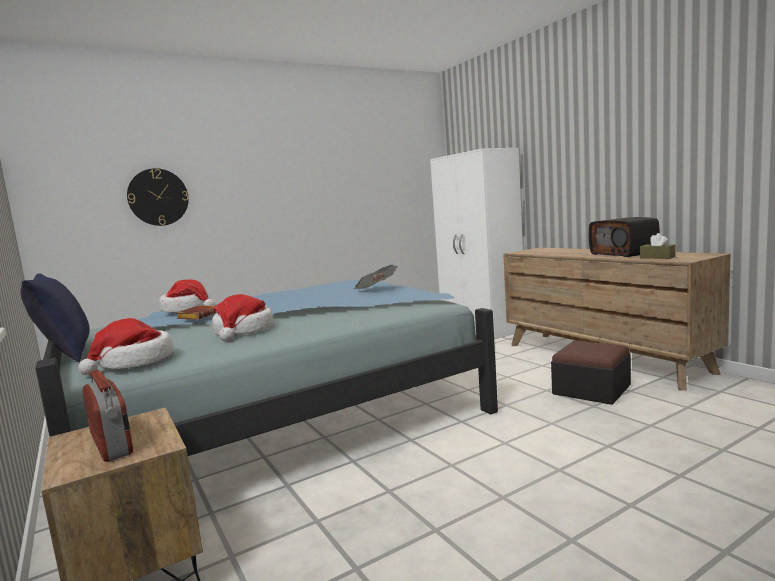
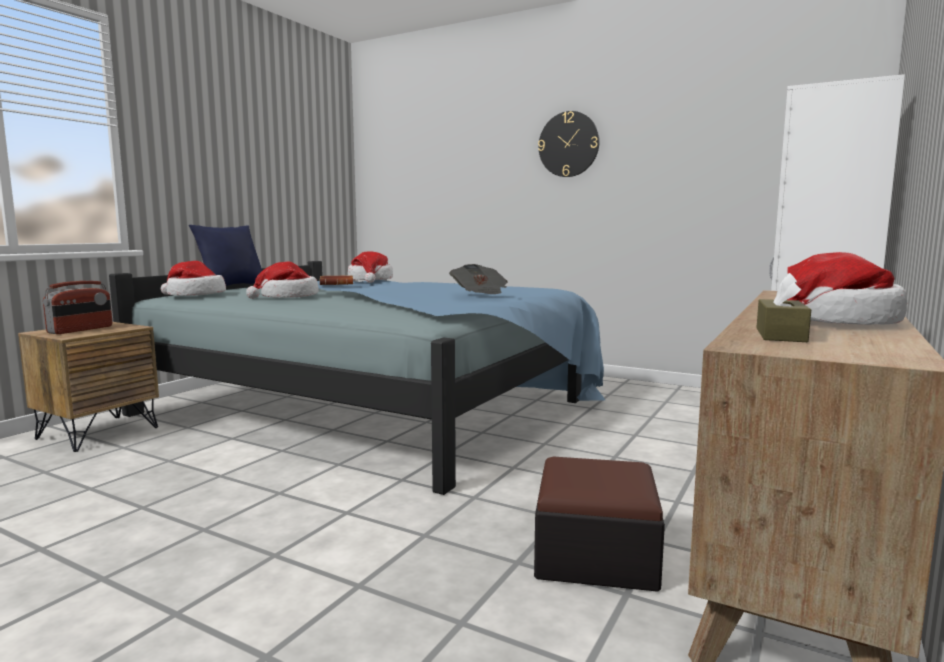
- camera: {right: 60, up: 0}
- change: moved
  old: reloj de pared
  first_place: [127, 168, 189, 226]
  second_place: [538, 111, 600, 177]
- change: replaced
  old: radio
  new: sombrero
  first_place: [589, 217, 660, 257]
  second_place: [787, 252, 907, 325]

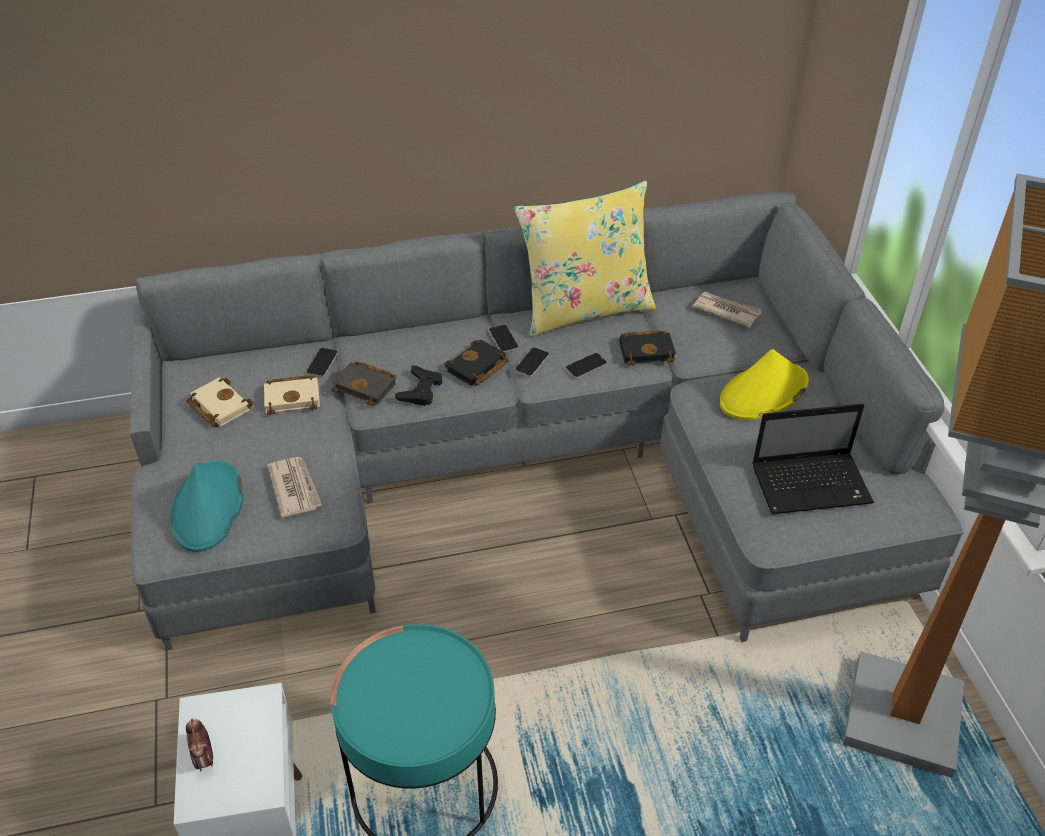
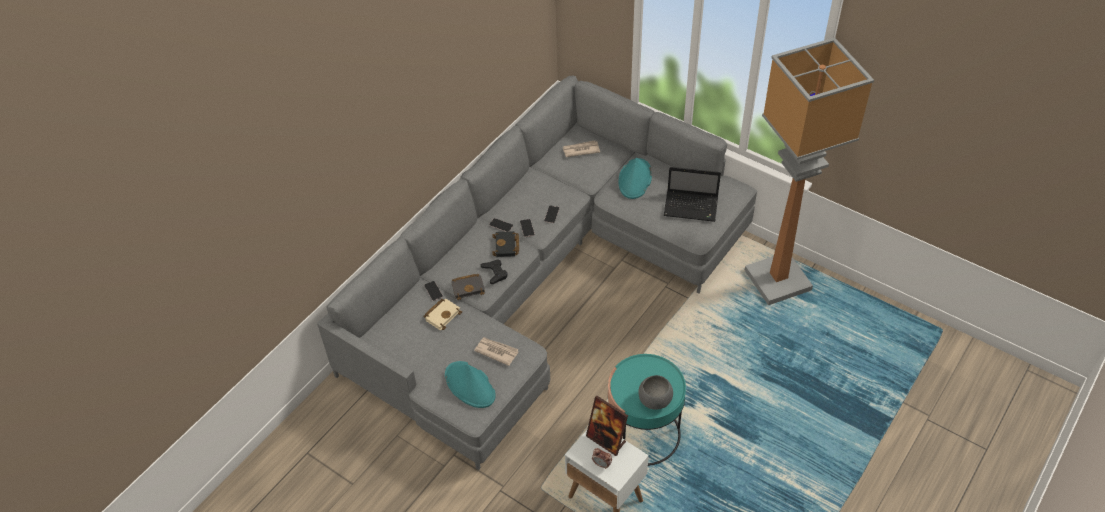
- camera: {right: -40, up: 5}
- change: removed
  old: libro/beis
  first_place: [186, 377, 253, 427]
- change: removed
  old: cojín/amarillo
  first_place: [514, 181, 656, 337]
- change: removed
  old: libro/negro
  first_place: [619, 331, 676, 365]
- change: recoloured
  old: sombrero/amarillo
  new: sombrero/turquesa
  first_place: [720, 349, 809, 420]
  second_place: [619, 158, 652, 199]
- change: turned
  old: portátil
  first_place: [752, 403, 874, 514]
  second_place: [664, 167, 721, 222]
  degrees: 60
- change: added
  new: portarretratos
  second_place: [586, 396, 628, 456]
- change: added
  new: cuenco/gris
  second_place: [638, 375, 673, 410]

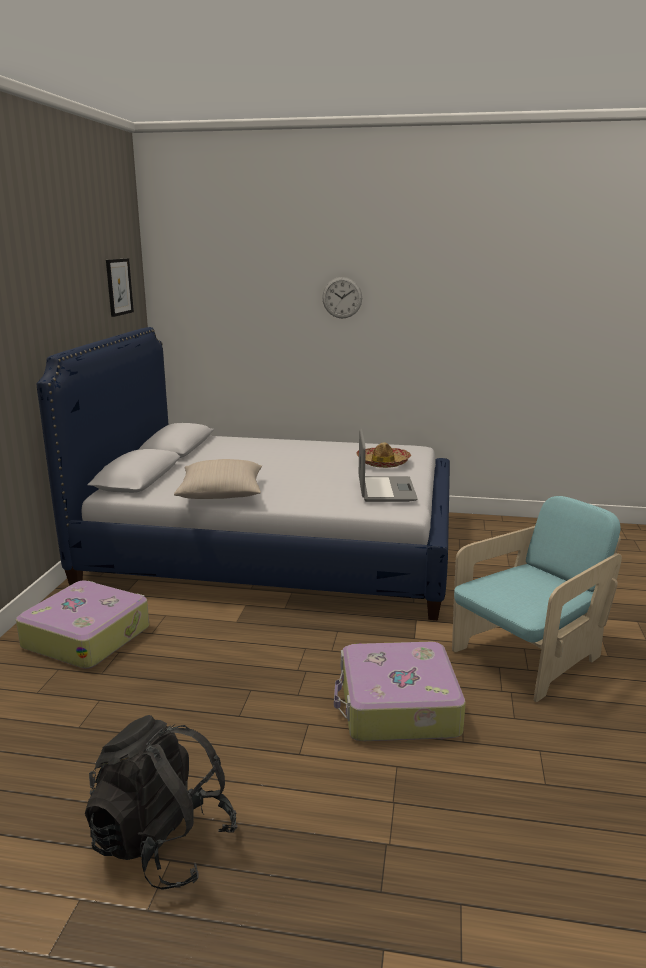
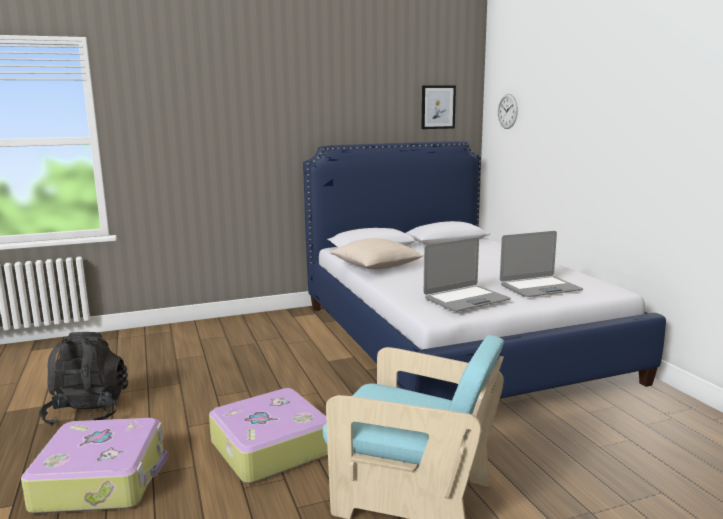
- camera: {right: 60, up: -5}
- change: moved
  old: maleta
  first_place: [16, 580, 149, 669]
  second_place: [21, 418, 167, 513]
- change: moved
  old: reloj de pared
  first_place: [322, 277, 362, 319]
  second_place: [498, 94, 518, 129]
- change: replaced
  old: sombrero
  new: portátil
  first_place: [357, 442, 411, 468]
  second_place: [500, 231, 583, 297]

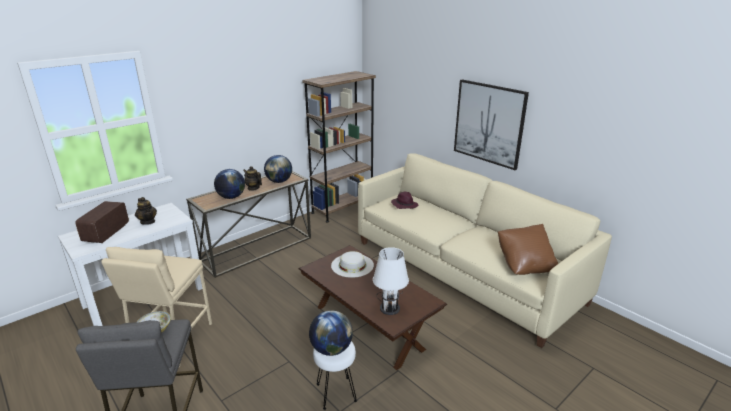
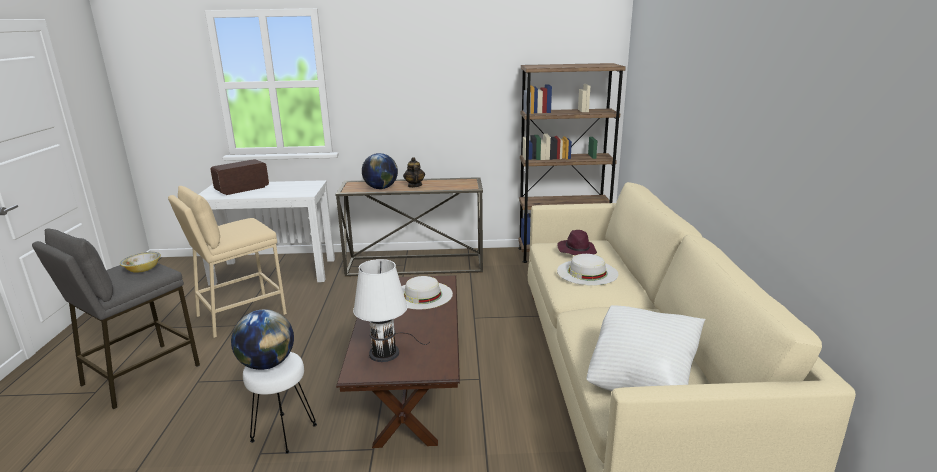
- camera: {right: 40, up: -5}
- change: removed
  old: tetera
  first_place: [135, 197, 157, 225]
- change: removed
  old: globo terráqueo
  first_place: [264, 155, 292, 183]
- change: removed
  old: cuadro
  first_place: [454, 79, 529, 170]
- change: recoloured
  old: cojín/marrón
  new: cojín/blanco
  first_place: [498, 224, 559, 275]
  second_place: [587, 305, 705, 391]
- change: added
  new: sombrero/blanco
  second_place: [557, 254, 618, 286]

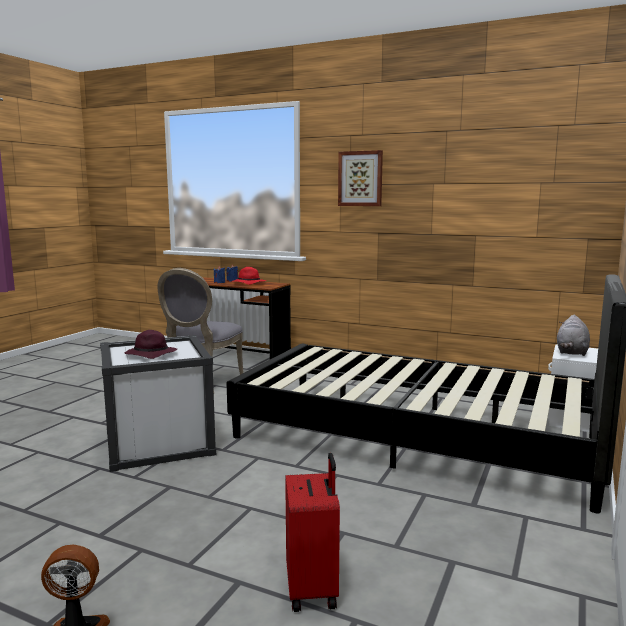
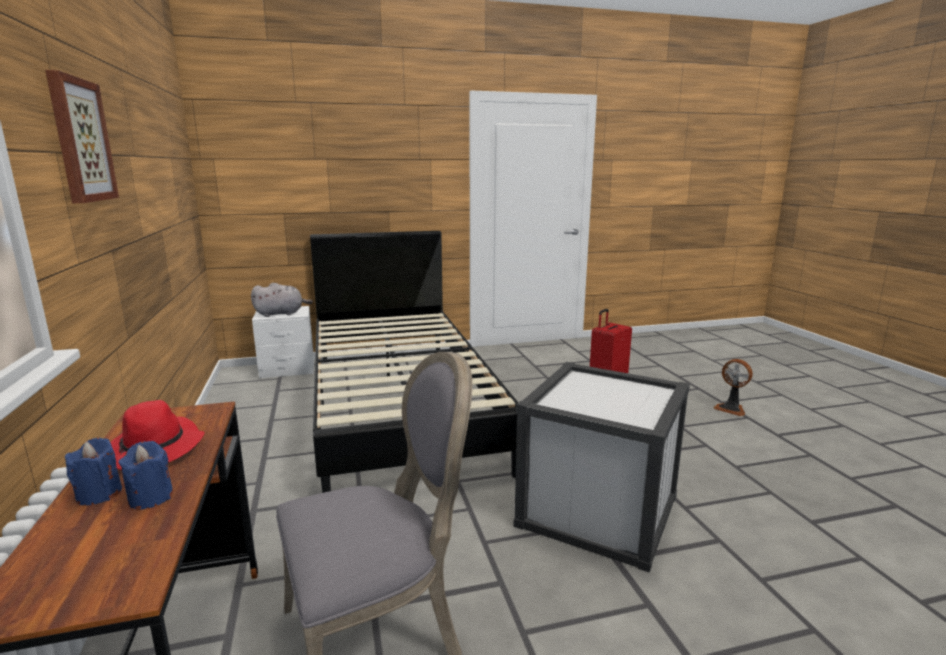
- camera: {right: -130, up: 5}
- change: removed
  old: sombrero/morado
  first_place: [124, 330, 177, 359]

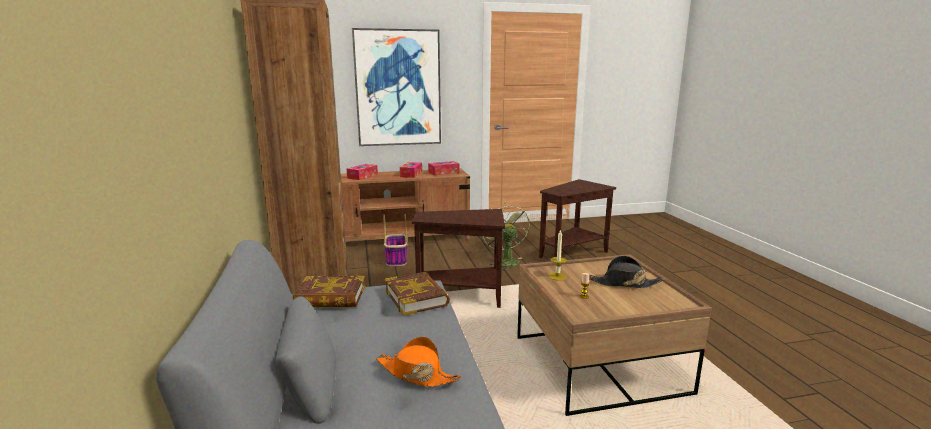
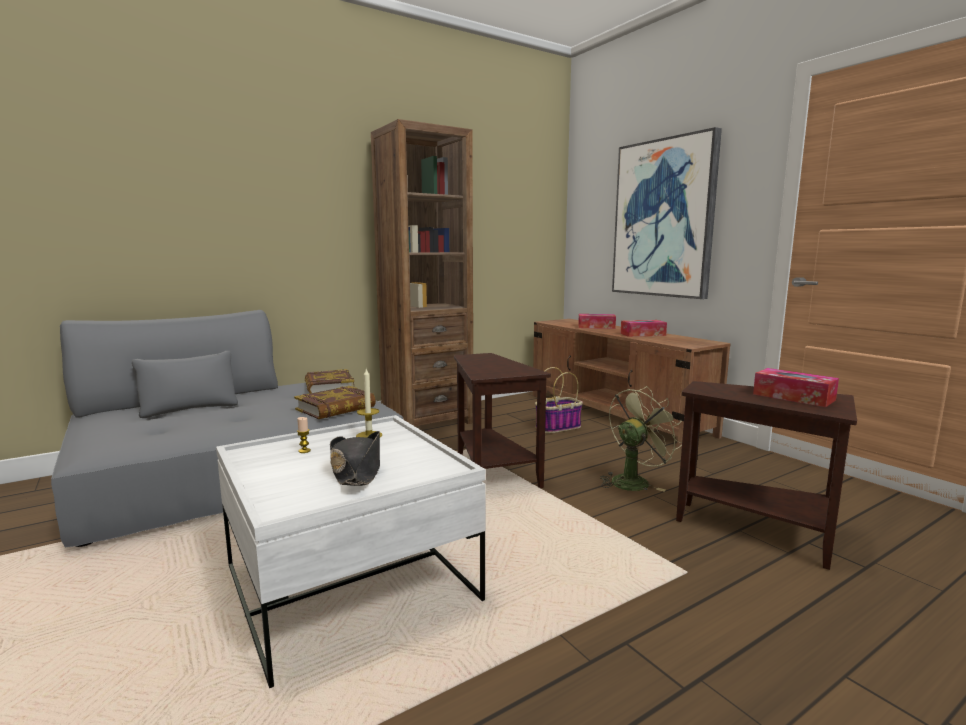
- camera: {right: 70, up: -5}
- change: removed
  old: sombrero/naranja
  first_place: [376, 336, 462, 387]
- change: moved
  old: caja de pañuelos
  first_place: [428, 161, 459, 175]
  second_place: [753, 368, 839, 407]
- change: recoloured
  old: mesa de centro/marrón
  new: mesa de centro/blanco
  first_place: [517, 254, 712, 416]
  second_place: [216, 415, 486, 688]

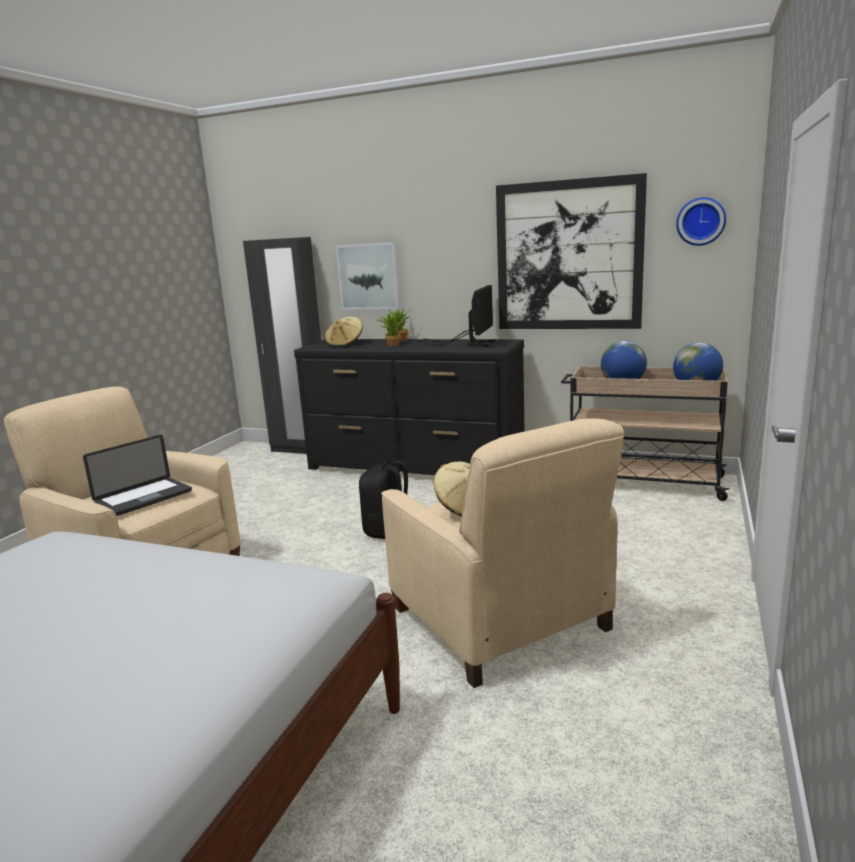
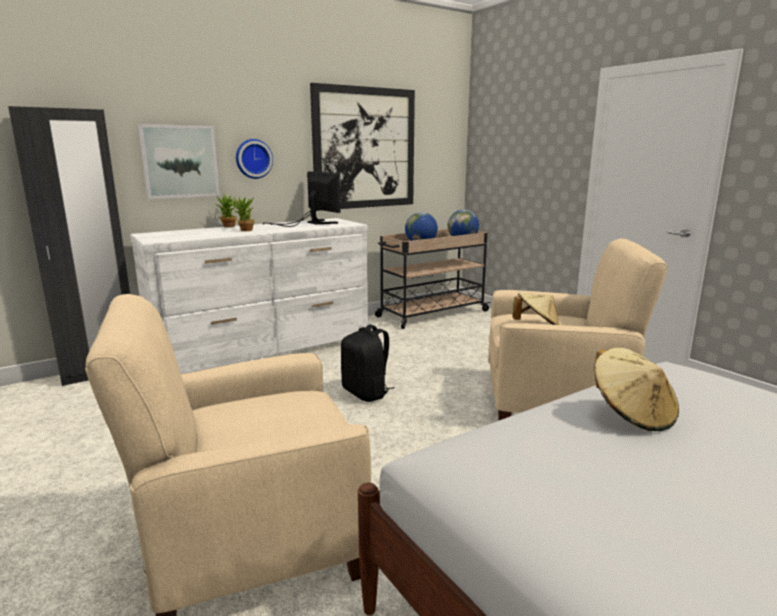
- camera: {right: -55, up: 0}
- change: removed
  old: portátil
  first_place: [83, 435, 192, 516]
- change: recoloured
  old: cómoda/negro
  new: cómoda/blanco
  first_place: [294, 339, 525, 475]
  second_place: [130, 218, 368, 374]
- change: moved
  old: sombrero/beis
  first_place: [325, 317, 363, 347]
  second_place: [594, 348, 679, 431]
- change: moved
  old: reloj de pared
  first_place: [676, 197, 726, 246]
  second_place: [236, 139, 273, 179]

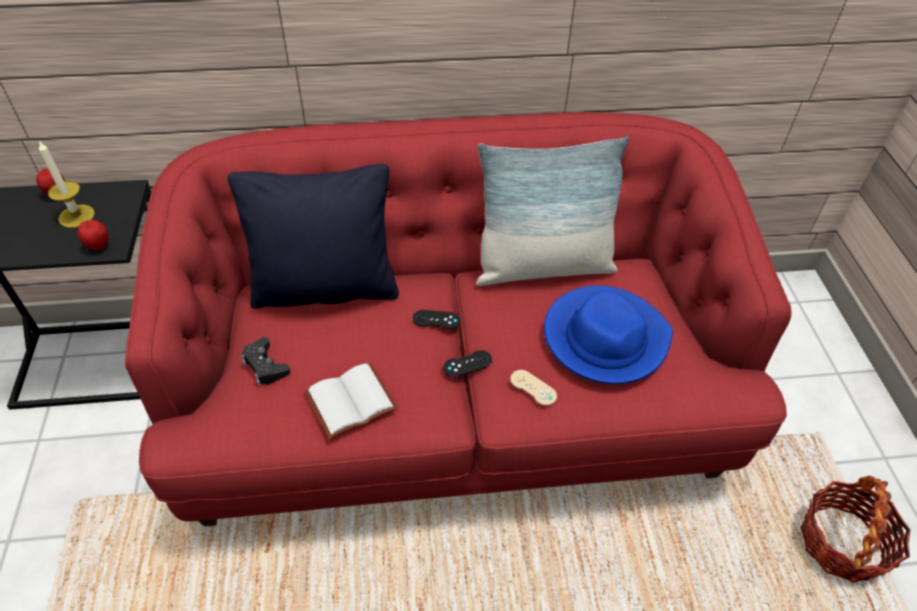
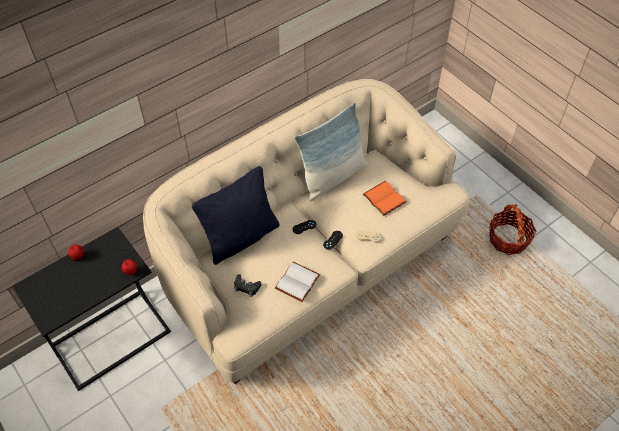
- camera: {right: -30, up: 5}
- change: removed
  old: vela
  first_place: [39, 141, 95, 228]
- change: recoloured
  old: sofá/rojo
  new: sofá/beis
  first_place: [125, 112, 792, 526]
  second_place: [143, 79, 470, 384]
- change: replaced
  old: sombrero/azul
  new: libro/naranja
  first_place: [544, 286, 673, 384]
  second_place: [363, 181, 406, 216]

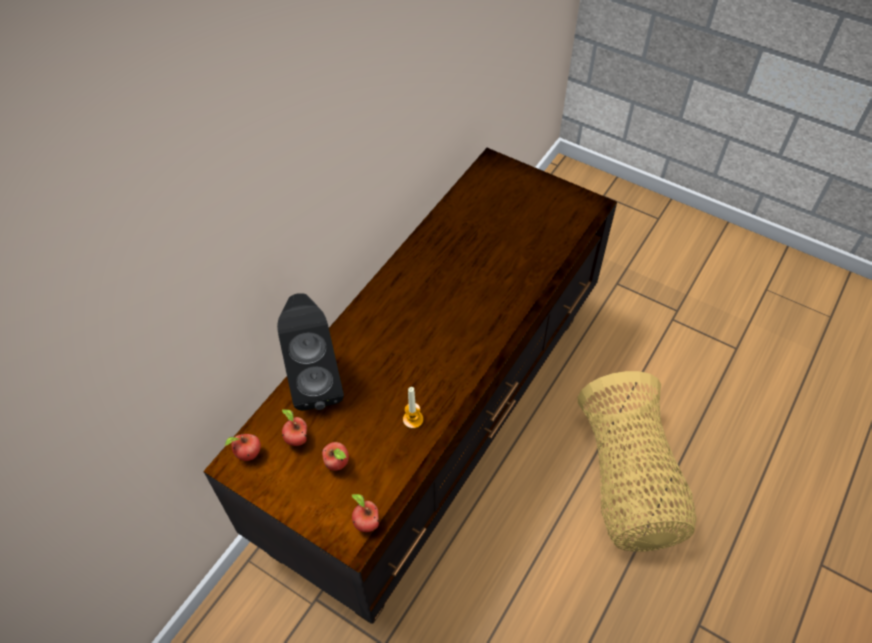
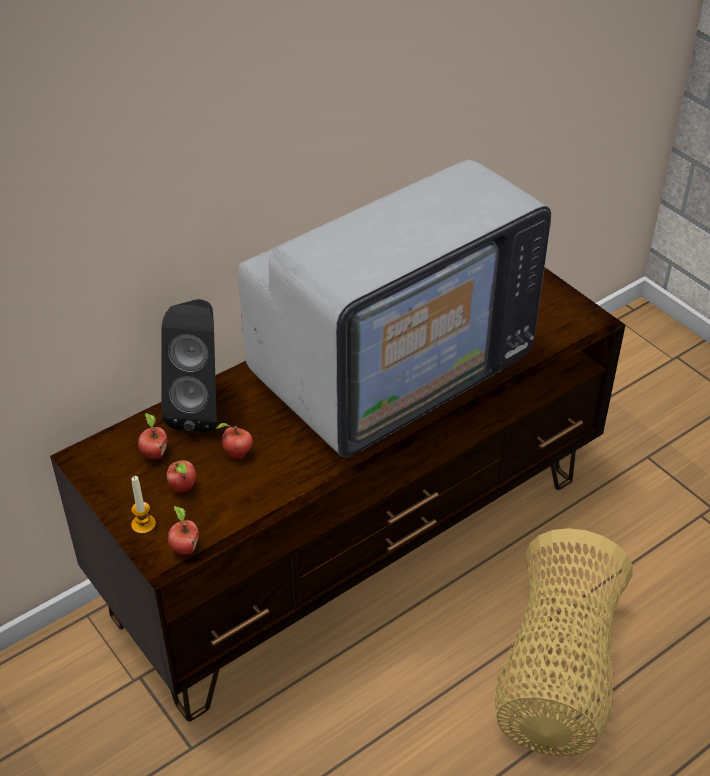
- camera: {right: 20, up: -10}
- change: moved
  old: manzana
  first_place: [225, 434, 261, 461]
  second_place: [215, 423, 253, 459]
- change: moved
  old: vela
  first_place: [403, 387, 423, 429]
  second_place: [131, 476, 156, 534]
- change: added
  new: televisor
  second_place: [238, 160, 551, 457]

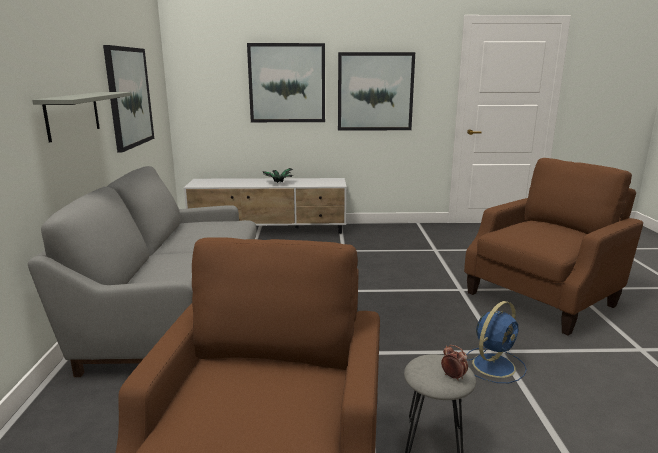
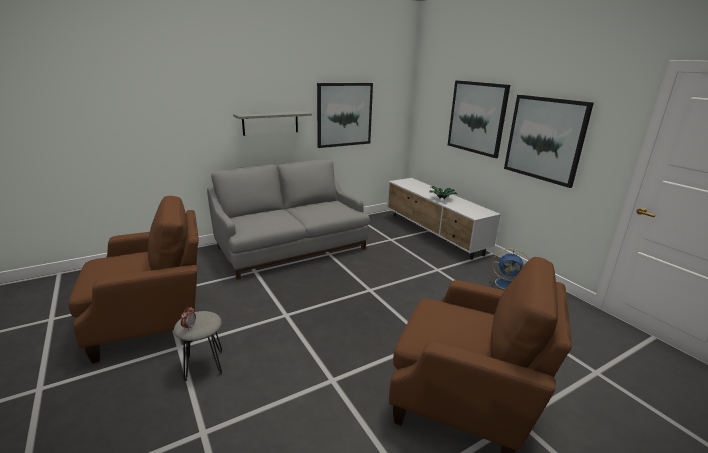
- camera: {right: 60, up: 5}
- change: moved
  old: ventilador/azul
  first_place: [467, 301, 527, 383]
  second_place: [488, 248, 529, 289]

